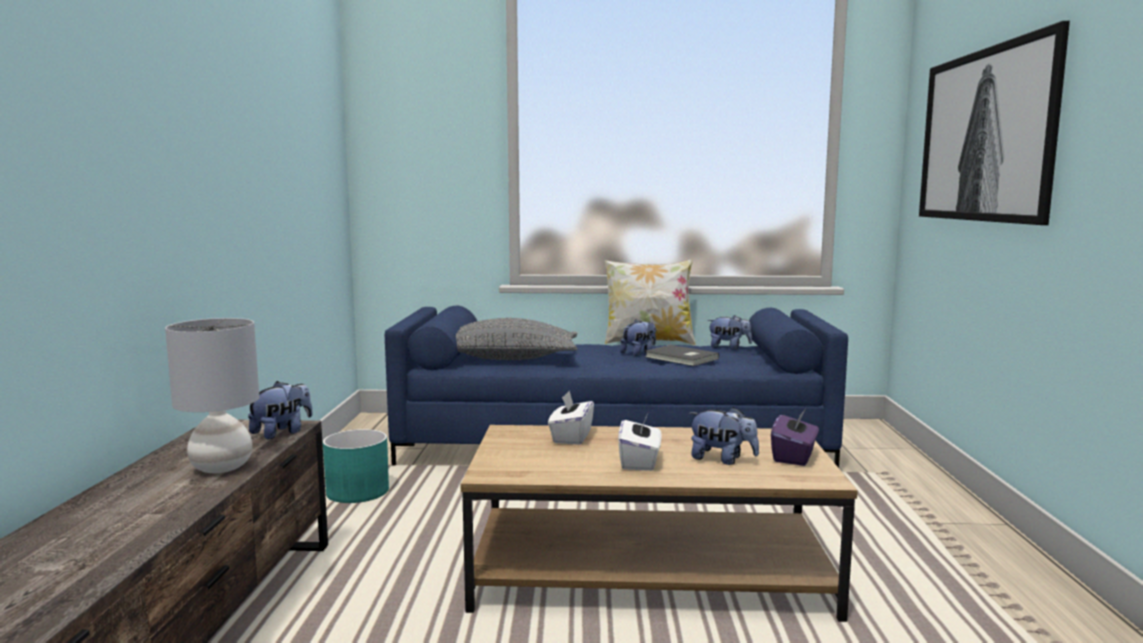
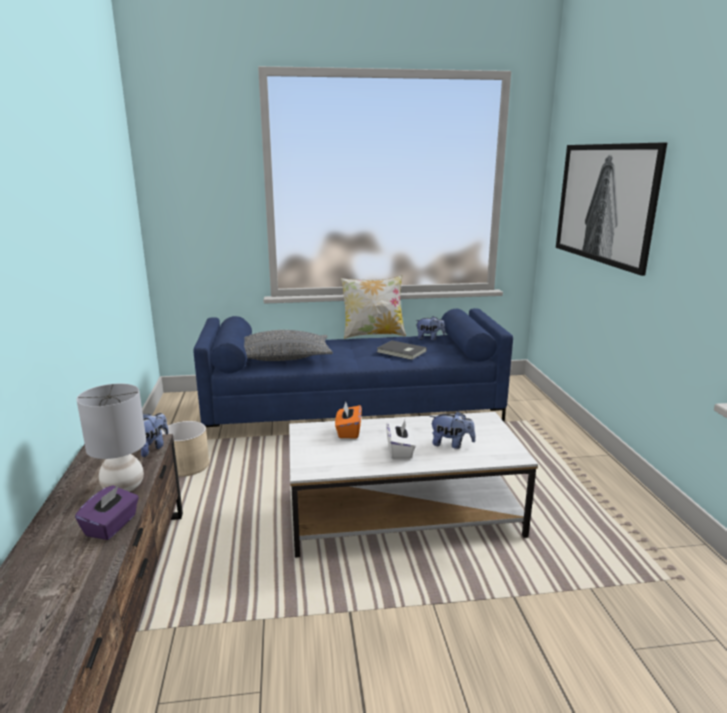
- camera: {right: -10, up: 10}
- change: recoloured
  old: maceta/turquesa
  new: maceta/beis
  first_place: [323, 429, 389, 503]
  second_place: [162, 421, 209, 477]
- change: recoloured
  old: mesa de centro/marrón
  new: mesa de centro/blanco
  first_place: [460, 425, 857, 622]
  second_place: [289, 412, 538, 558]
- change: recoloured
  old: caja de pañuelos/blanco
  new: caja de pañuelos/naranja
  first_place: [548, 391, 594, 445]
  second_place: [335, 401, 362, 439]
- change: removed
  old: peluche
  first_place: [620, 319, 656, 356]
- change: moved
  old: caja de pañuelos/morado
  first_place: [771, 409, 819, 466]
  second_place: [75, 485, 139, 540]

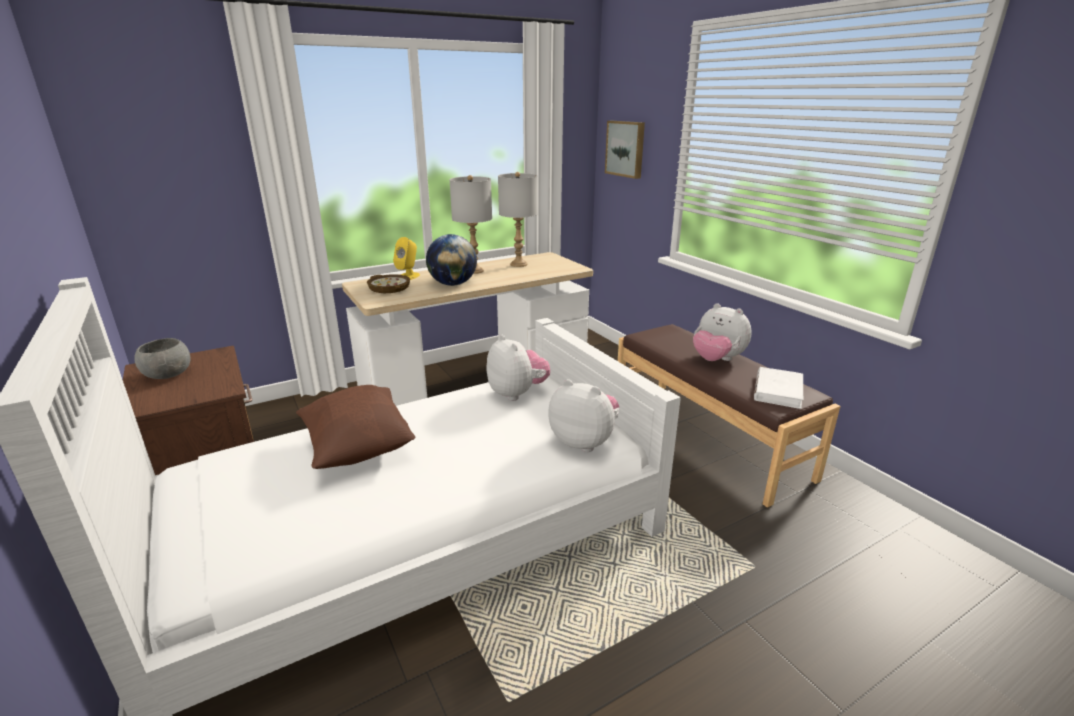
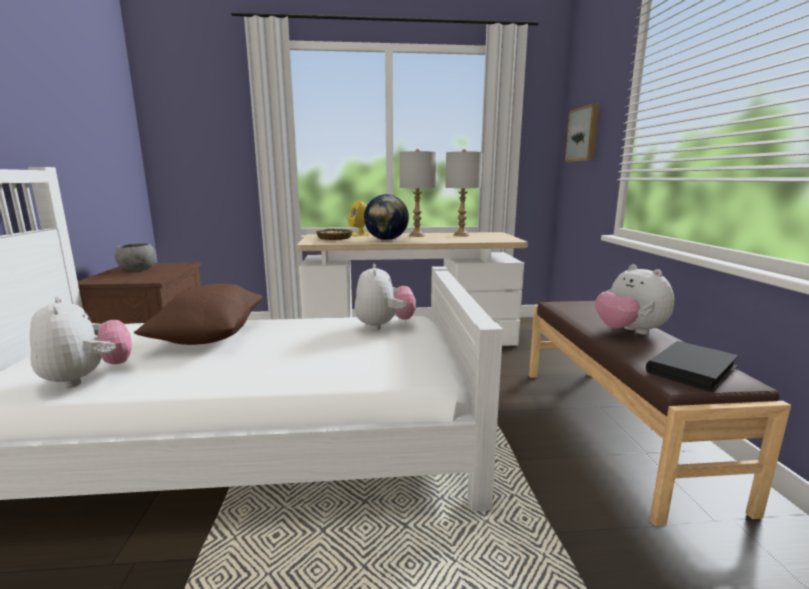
- camera: {right: 25, up: -10}
- change: moved
  old: peluche
  first_place: [548, 379, 619, 452]
  second_place: [30, 296, 132, 388]
- change: recoloured
  old: libro/blanco
  new: libro/negro
  first_place: [754, 367, 803, 409]
  second_place: [646, 341, 738, 392]

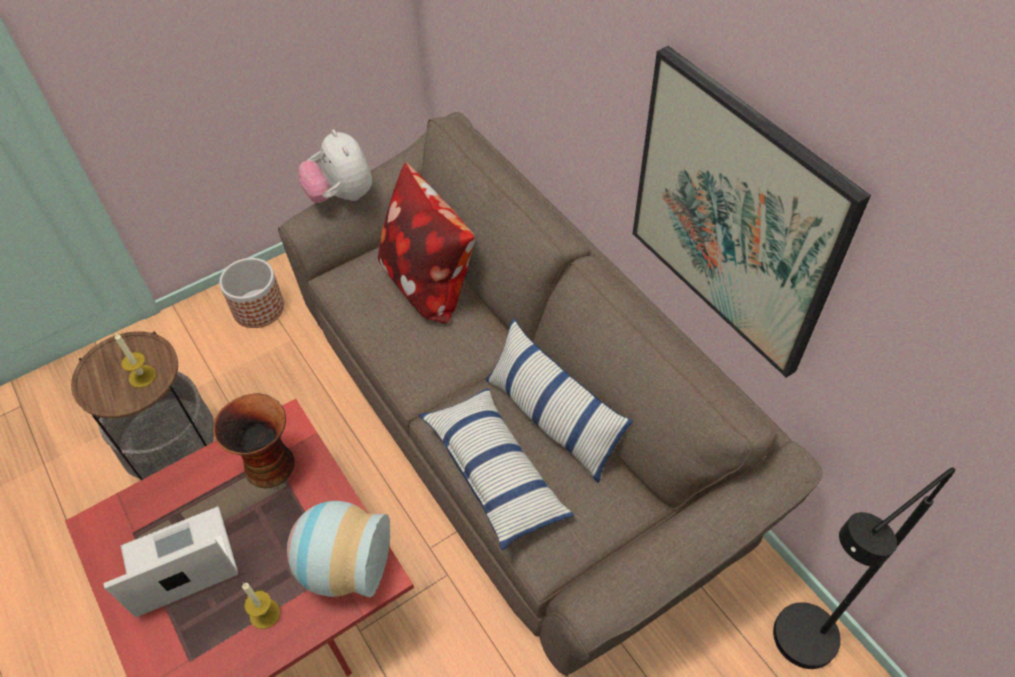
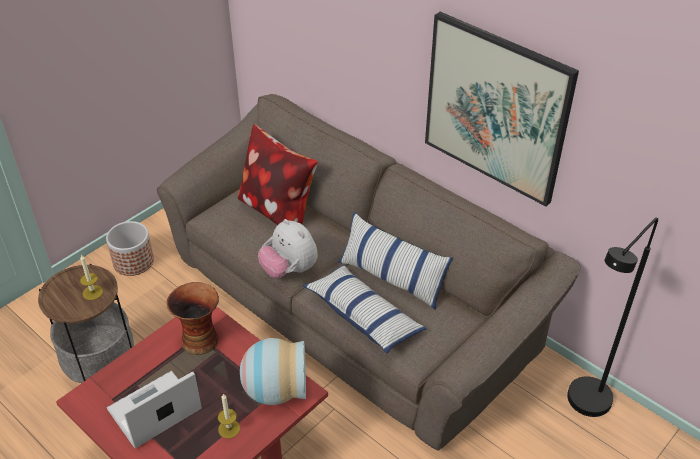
- camera: {right: -15, up: -10}
- change: moved
  old: peluche
  first_place: [299, 129, 372, 203]
  second_place: [258, 219, 318, 278]

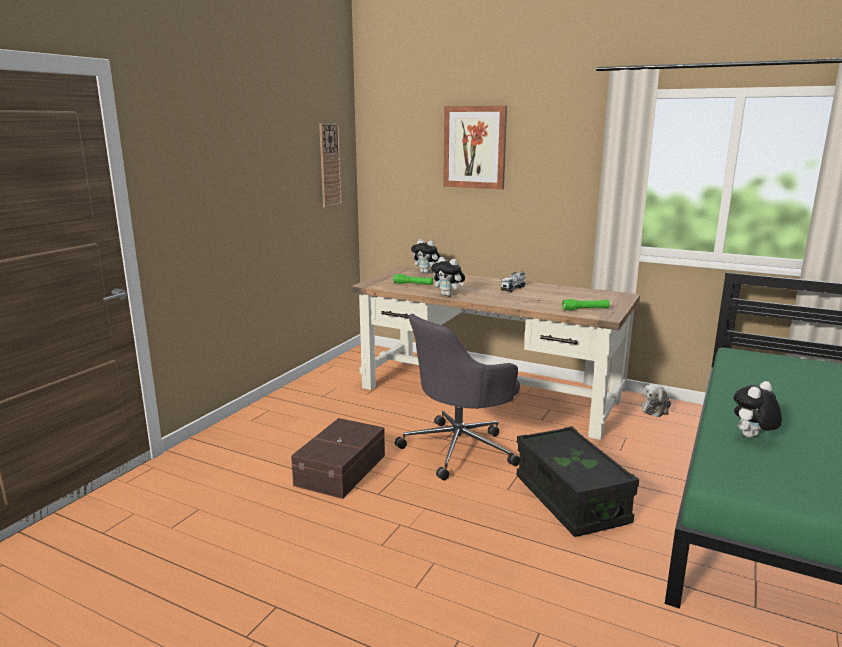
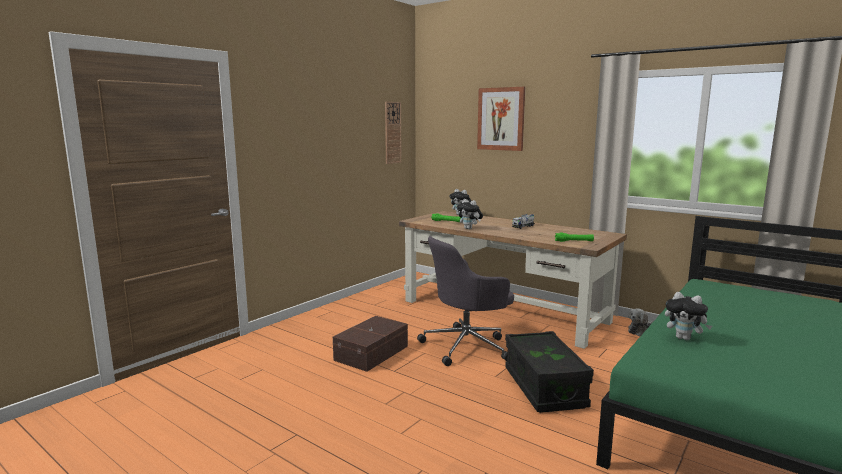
- camera: {right: 10, up: -5}
- change: turned
  old: peluche
  first_place: [734, 381, 782, 437]
  second_place: [665, 292, 712, 340]
  degrees: -120

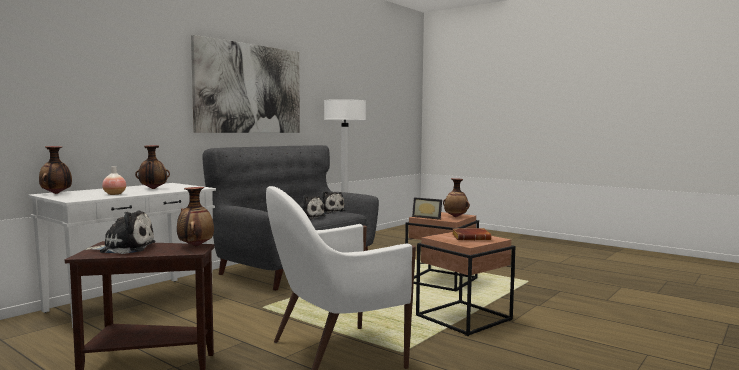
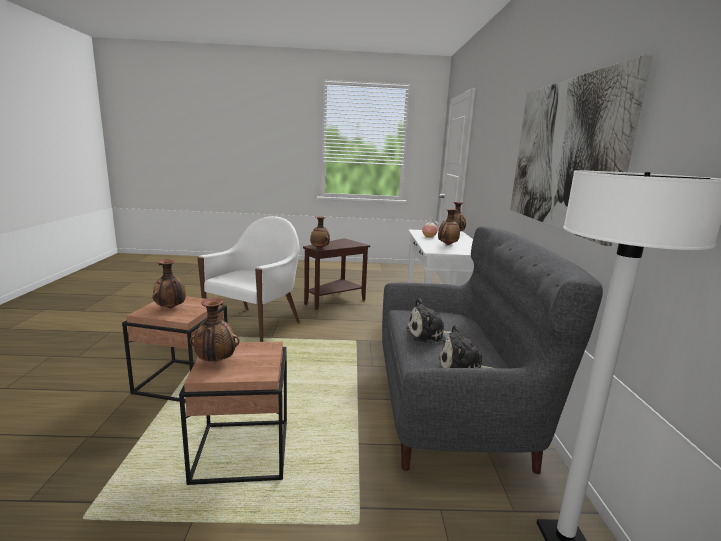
- camera: {right: 140, up: 10}
- change: removed
  old: peluche
  first_place: [84, 210, 156, 254]
- change: removed
  old: portarretratos
  first_place: [412, 197, 442, 220]
- change: replaced
  old: libro/marrón
  new: florero
  first_place: [452, 228, 491, 241]
  second_place: [152, 259, 186, 309]

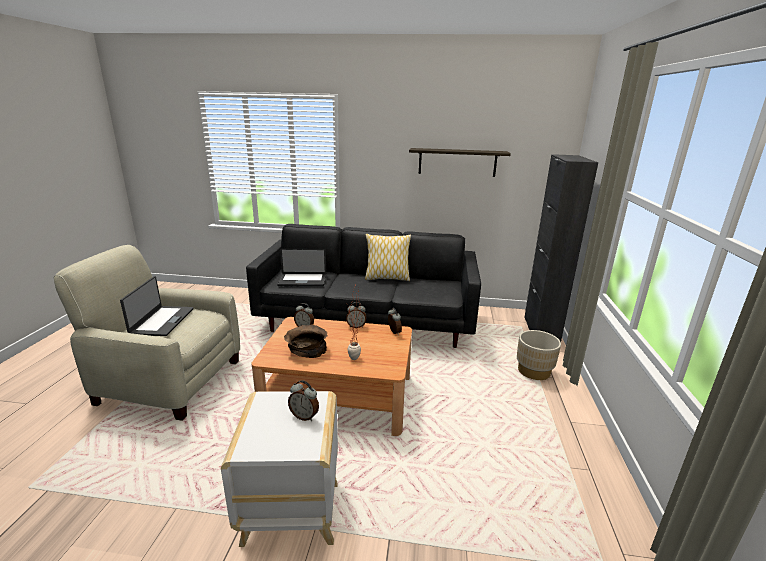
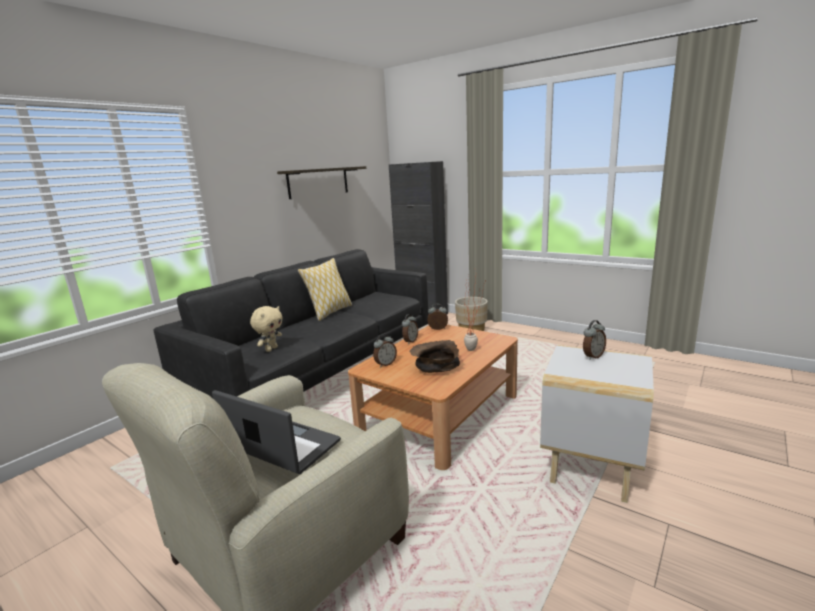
- camera: {right: -60, up: -5}
- change: replaced
  old: portátil
  new: peluche/beis
  first_place: [277, 248, 326, 287]
  second_place: [250, 306, 283, 352]

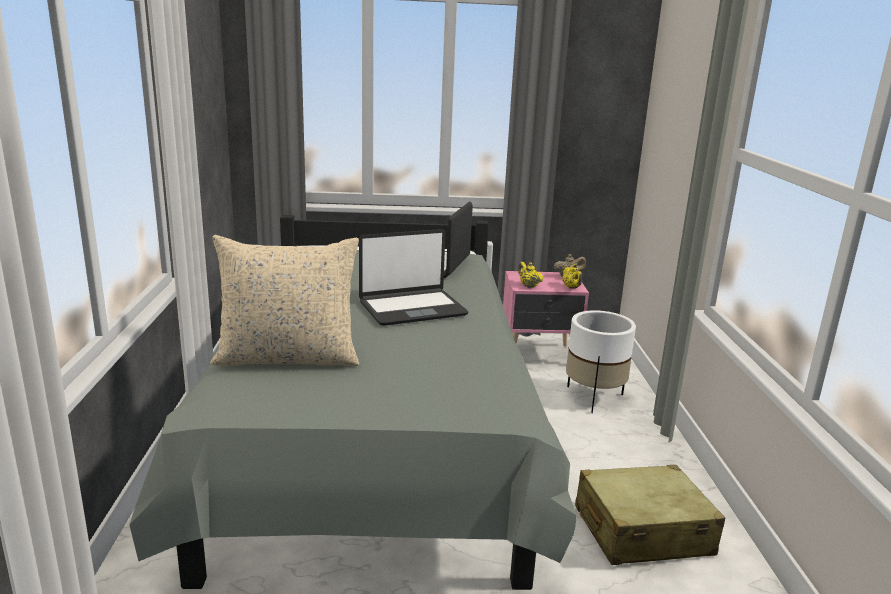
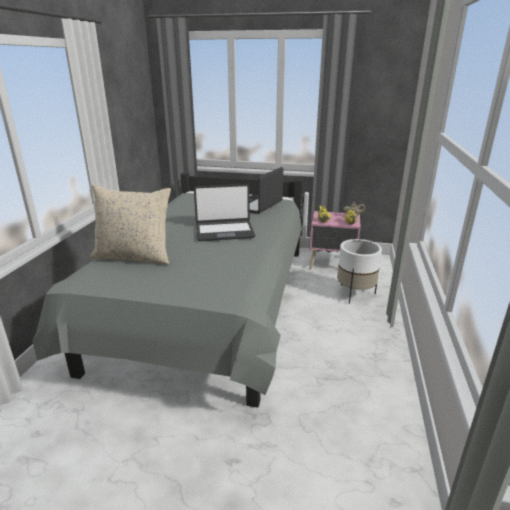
- camera: {right: 15, up: 5}
- change: removed
  old: maleta/beis
  first_place: [575, 465, 725, 565]

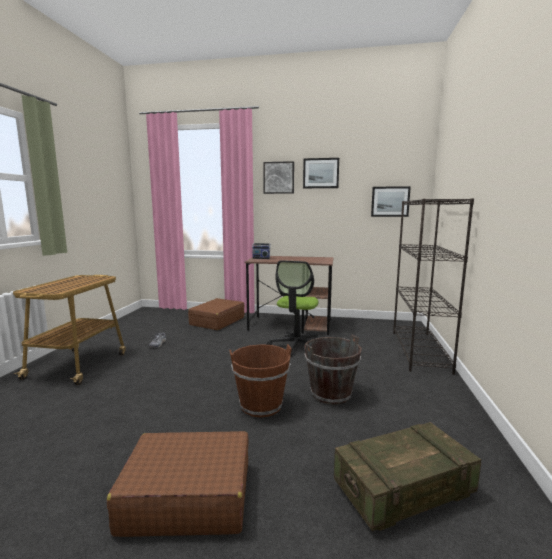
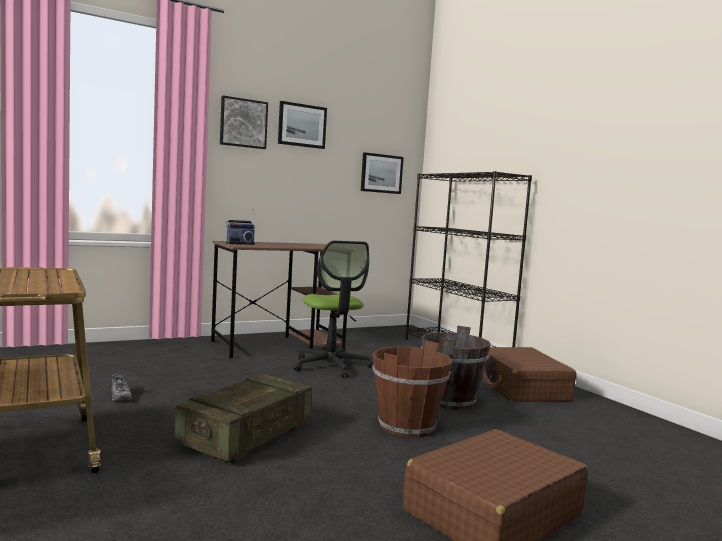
- camera: {right: -40, up: -5}
- change: moved
  old: maleta/marrón
  first_place: [188, 298, 244, 330]
  second_place: [481, 347, 576, 402]
- change: moved
  old: caja de embalaje
  first_place: [334, 422, 481, 531]
  second_place: [175, 374, 312, 463]

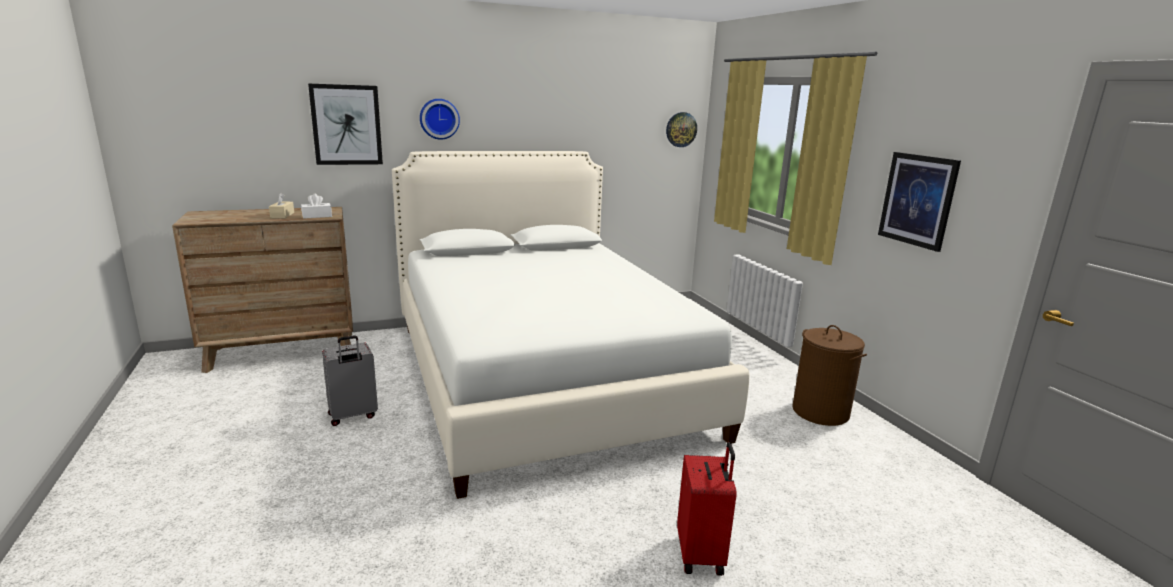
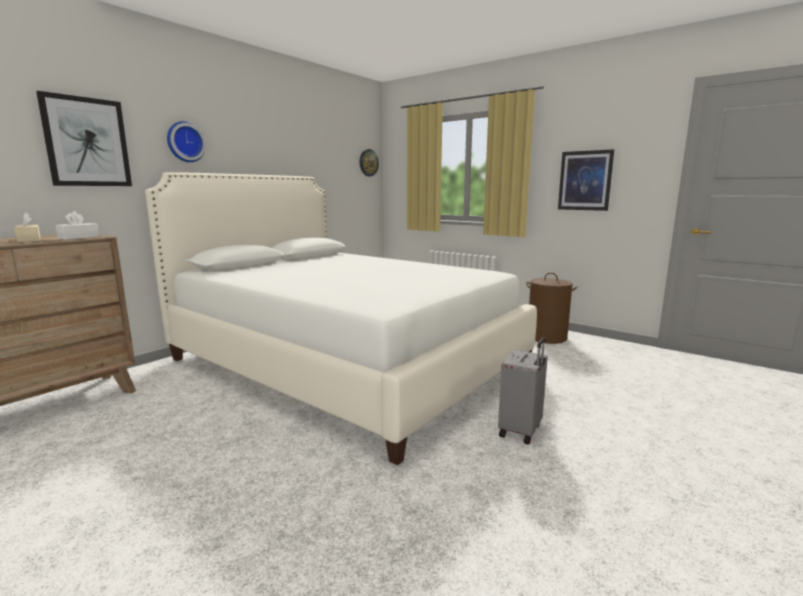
- camera: {right: -30, up: -5}
- change: moved
  old: maleta/gris
  first_place: [322, 335, 378, 426]
  second_place: [498, 338, 548, 444]
- change: removed
  old: maleta/rojo
  first_place: [677, 442, 737, 576]

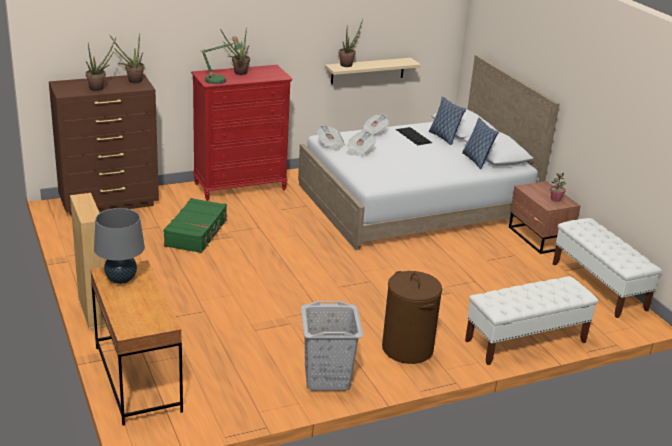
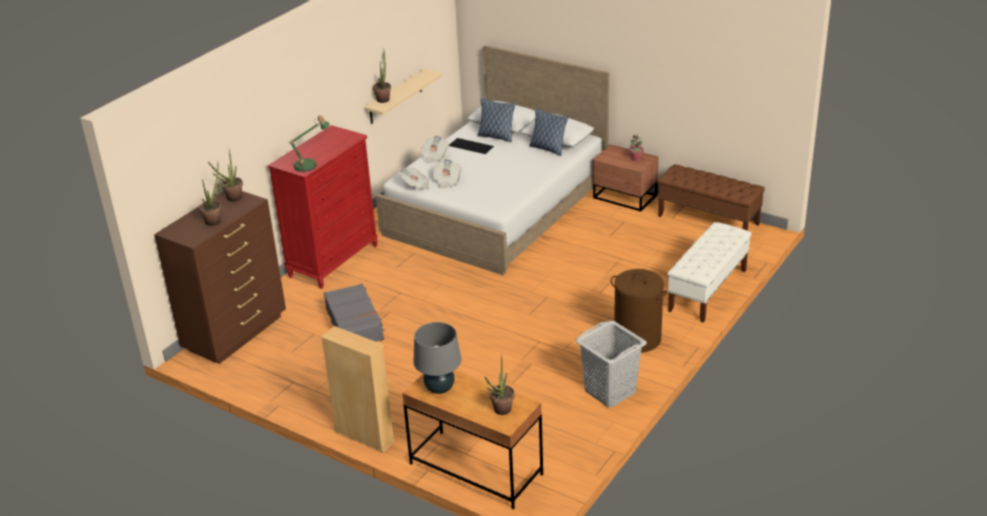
- camera: {right: -30, up: 5}
- change: recoloured
  old: maleta/verde
  new: maleta/gris
  first_place: [163, 198, 228, 253]
  second_place: [324, 283, 385, 342]
- change: moved
  old: planta en maceta
  first_place: [220, 27, 250, 75]
  second_place: [485, 354, 515, 415]
- change: recoloured
  old: banco/blanco
  new: banco/marrón
  first_place: [553, 218, 662, 318]
  second_place: [658, 164, 765, 231]

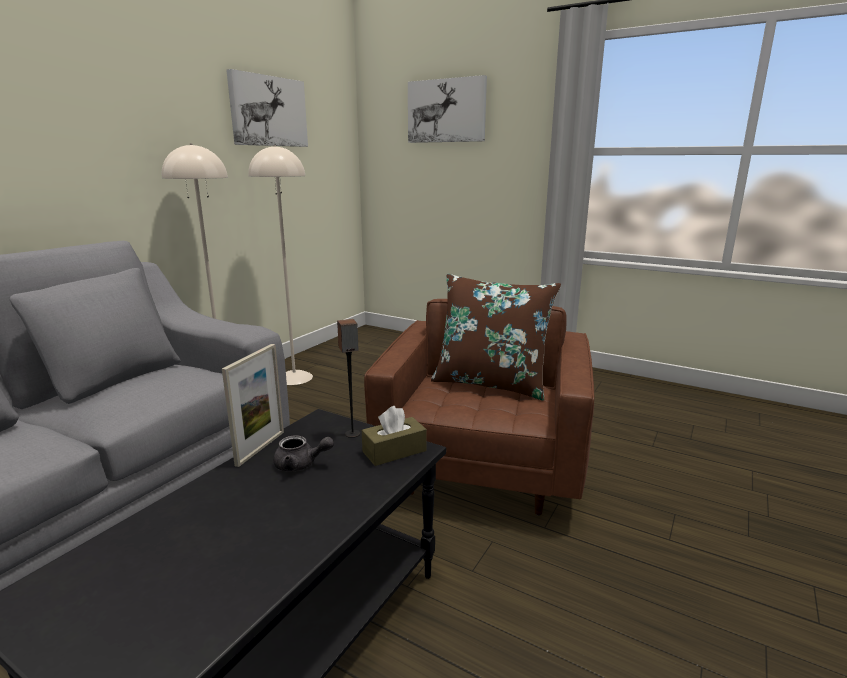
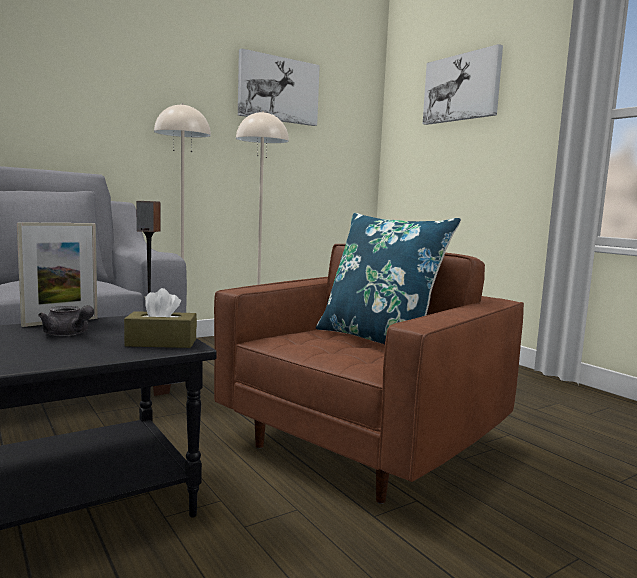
- camera: {right: 25, up: -10}
- change: recoloured
  old: cojín/marrón
  new: cojín/azul
  first_place: [431, 274, 561, 401]
  second_place: [316, 213, 461, 344]

